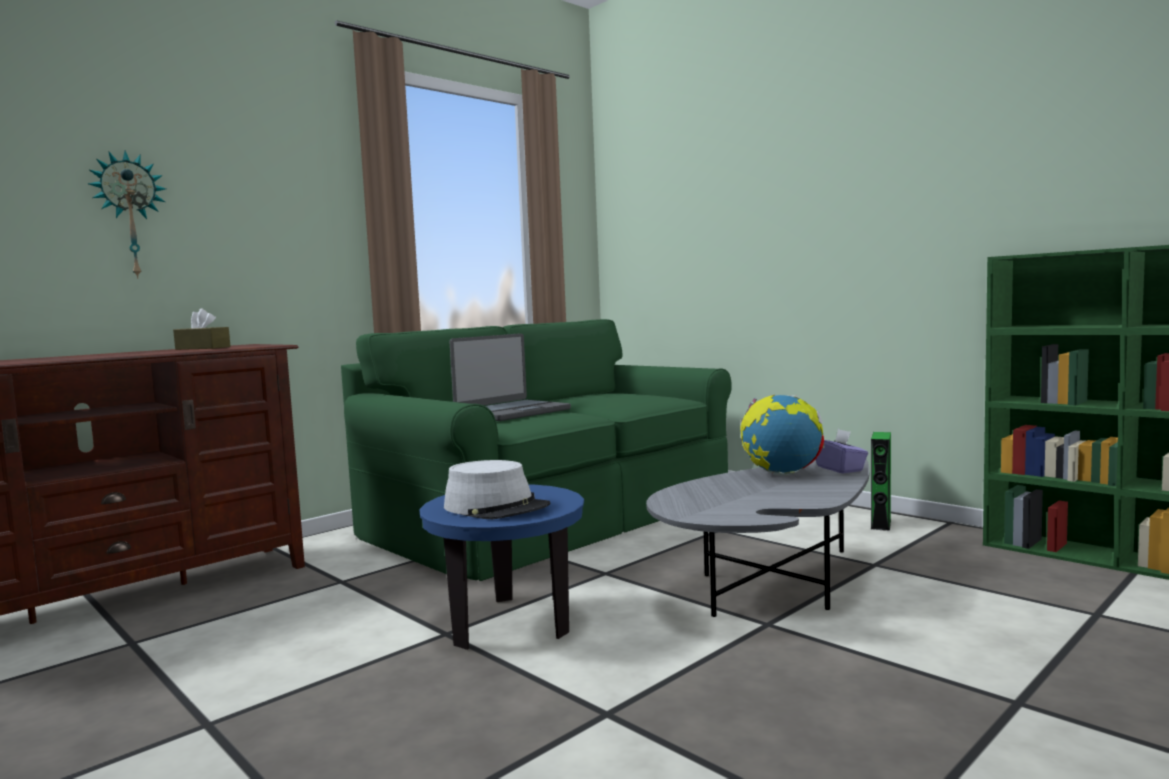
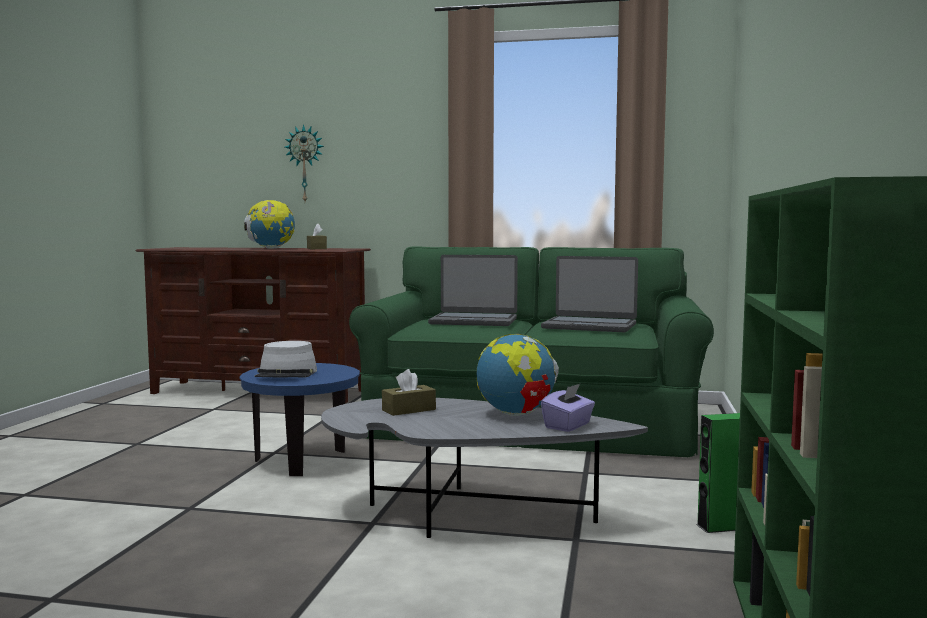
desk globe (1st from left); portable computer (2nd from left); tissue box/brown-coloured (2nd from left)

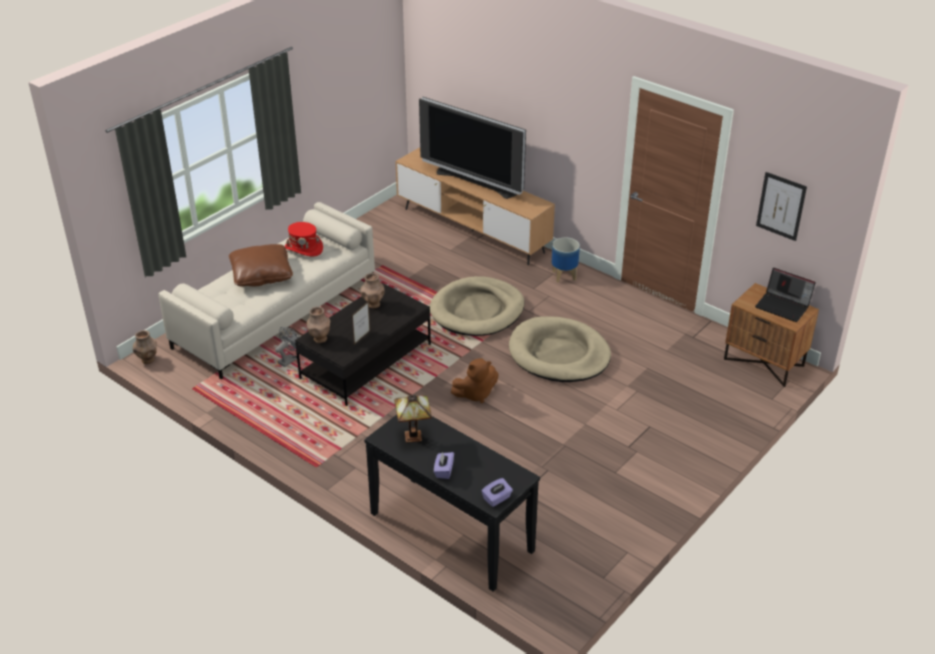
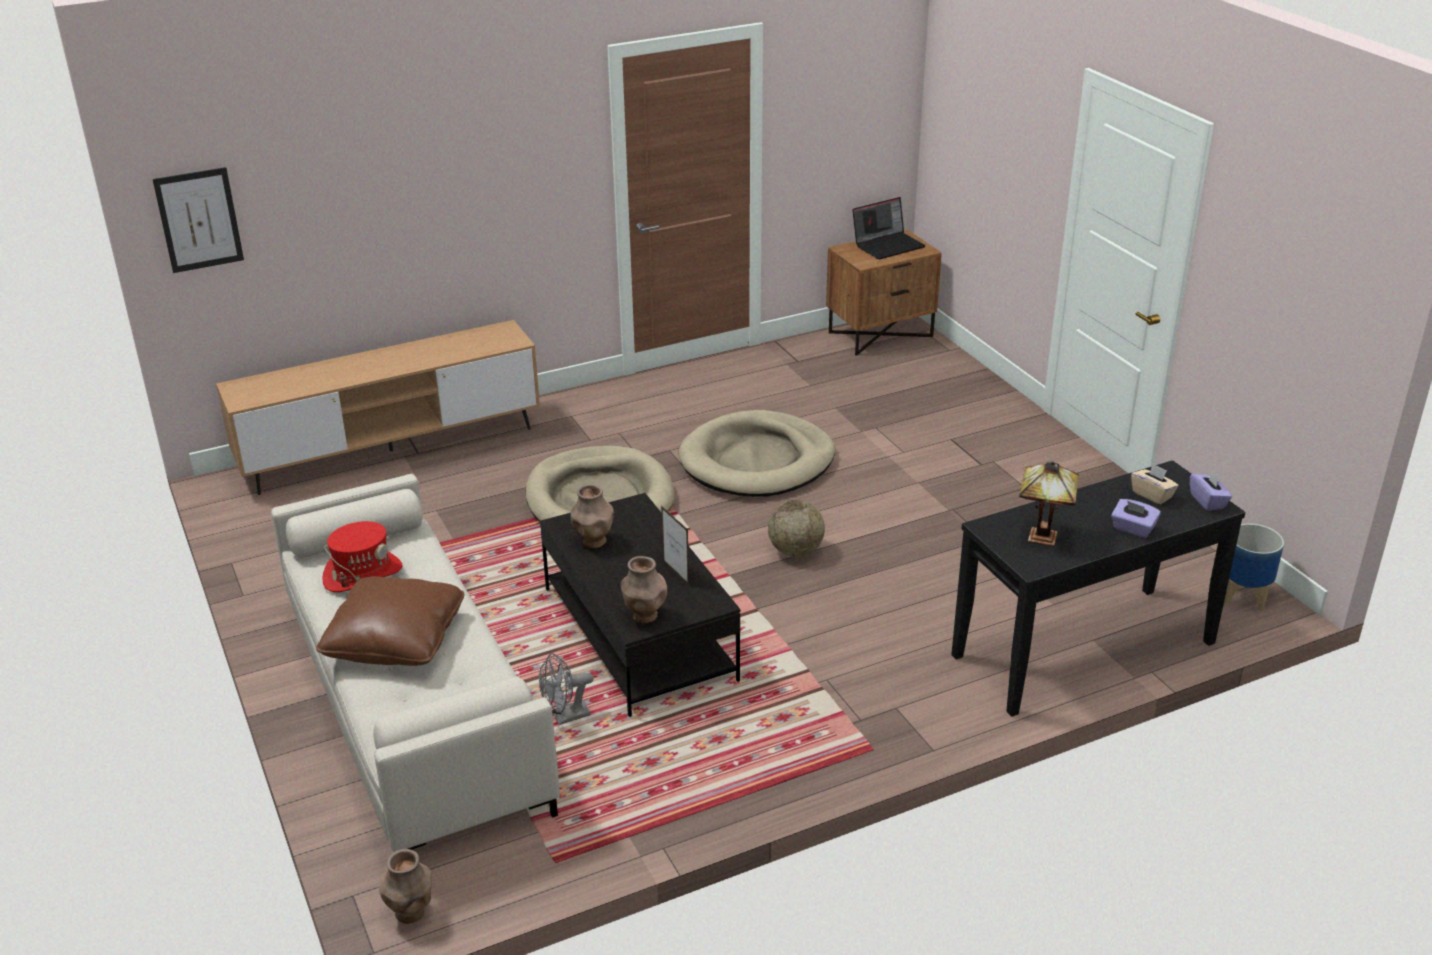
television; picture; flower pot; electric fan/greyish; desk globe; tissue box/beige-coloured

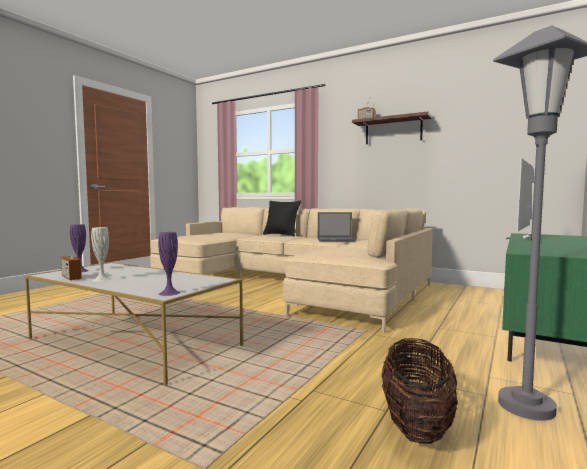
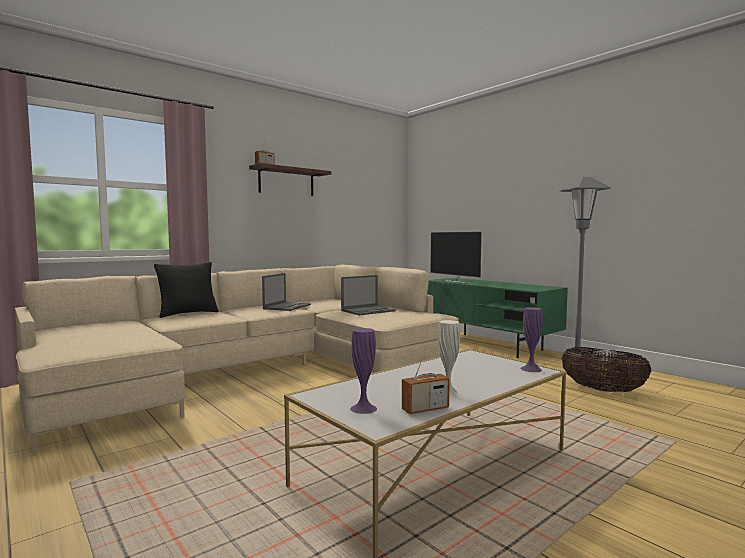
portable computer (2nd from left)

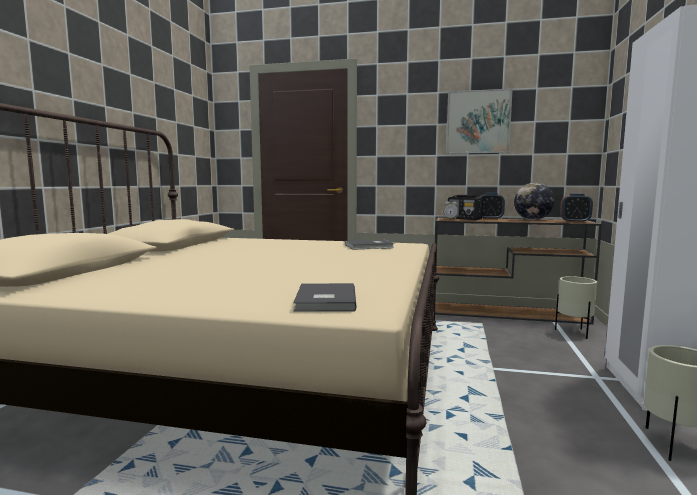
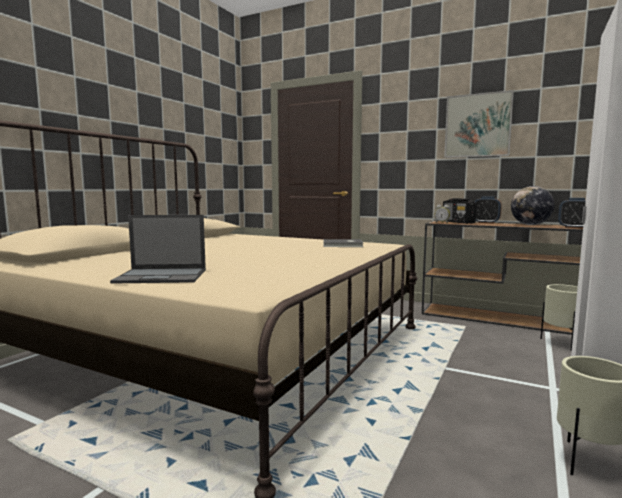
book/greyish (1st from left in the first image); portable computer

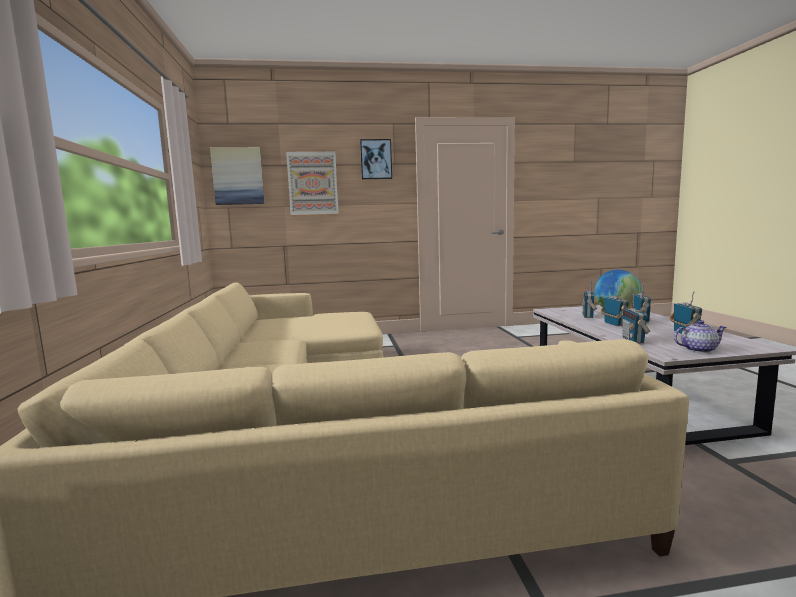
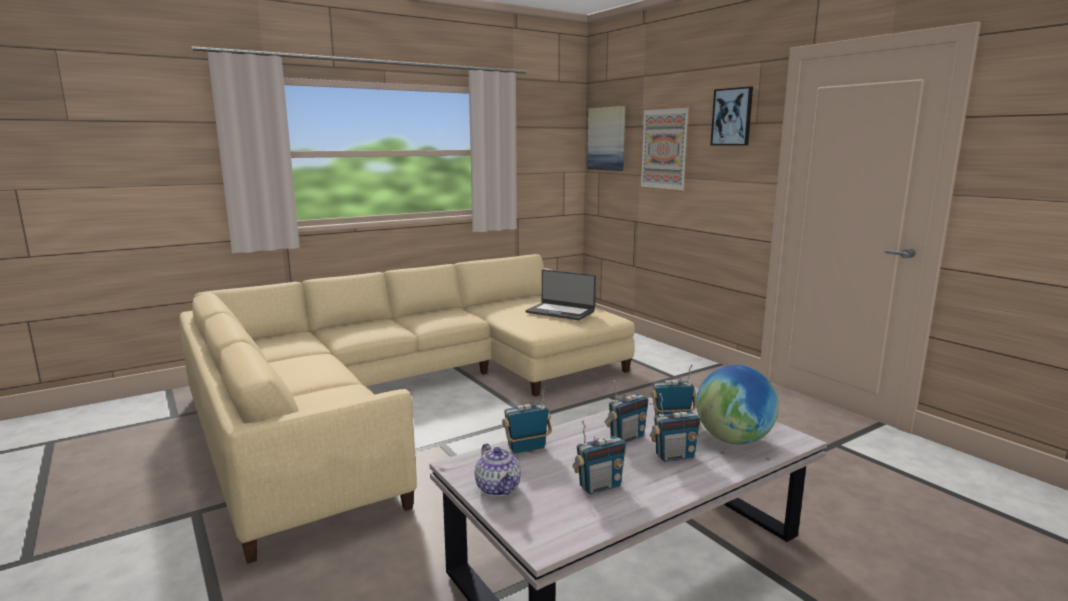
portable computer

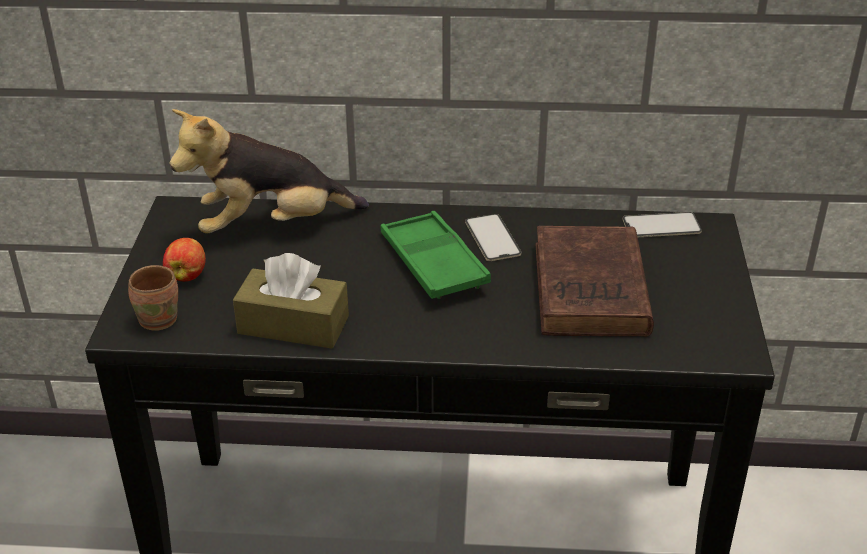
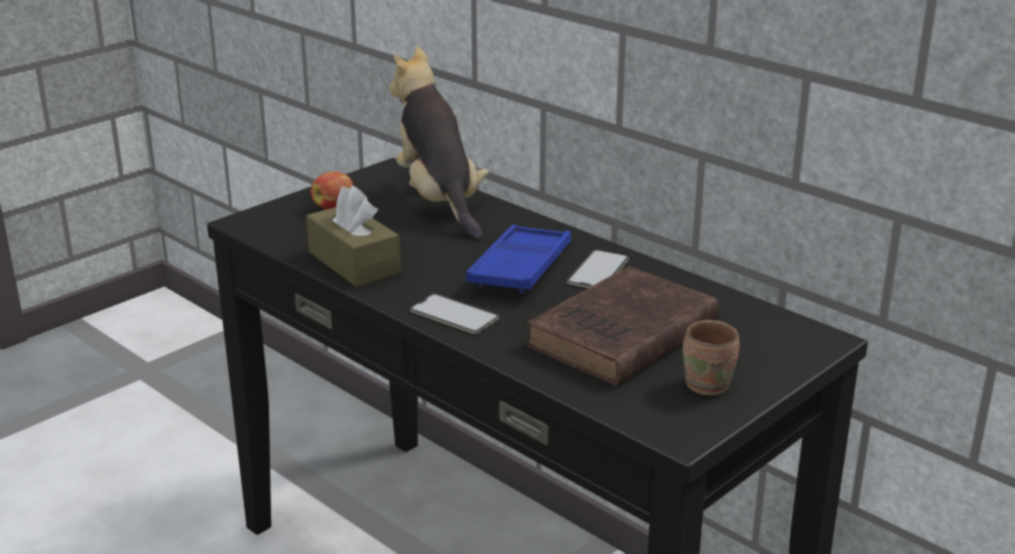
soft toy; carrying tray/blue; handset (1st from left); coffee mug/brown-coloured

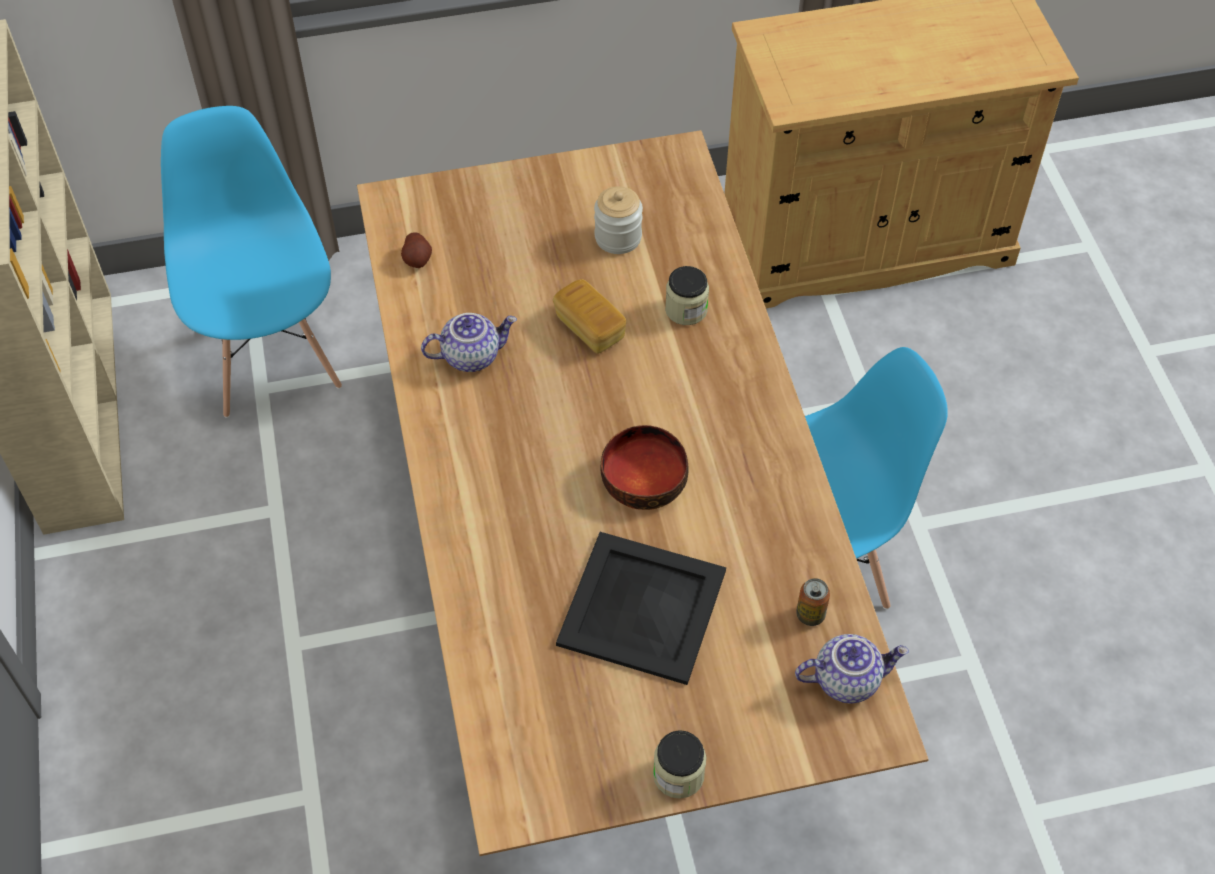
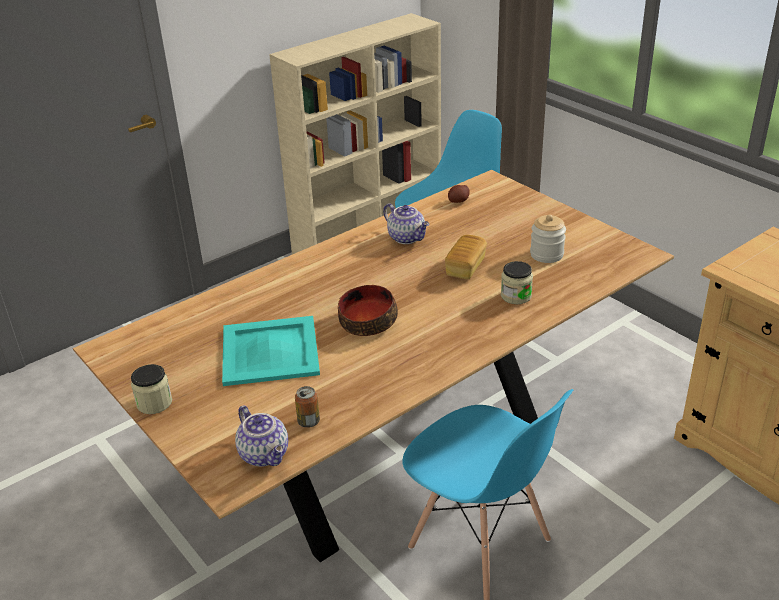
carrying tray/blue-green

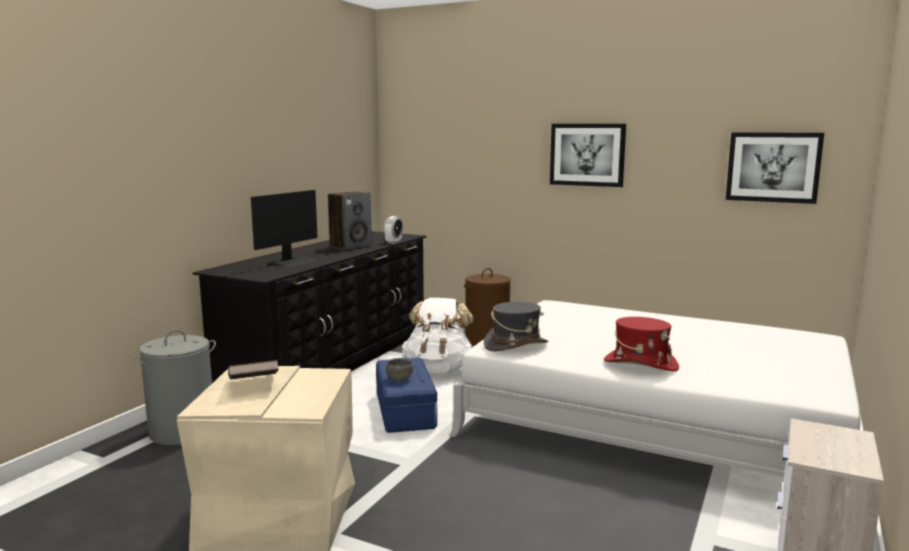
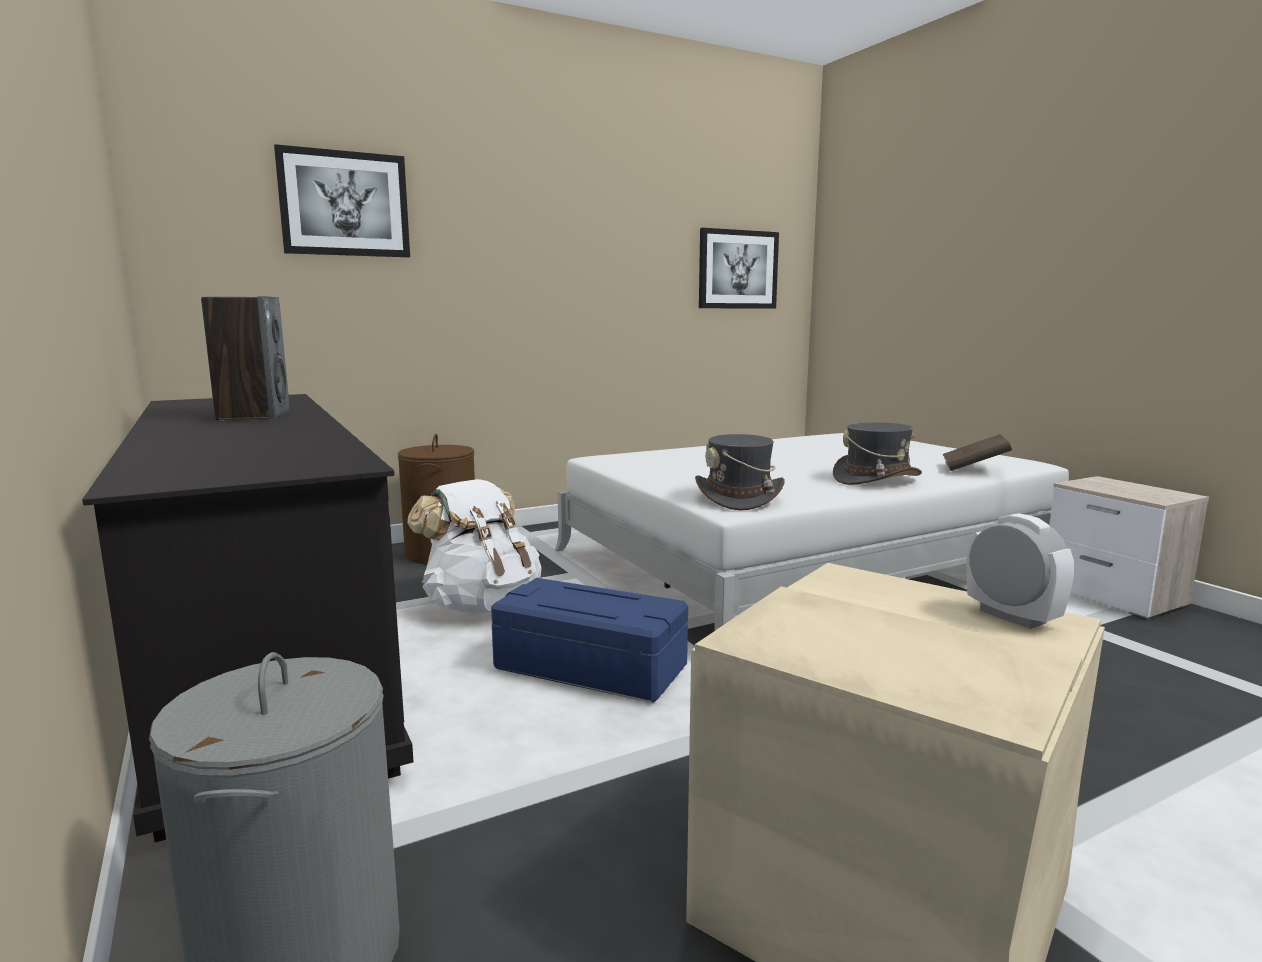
picture (1st from left); computer display; alarm clock; hat/greyish (2nd from left); serving bowl/greyish; book/brown-coloured

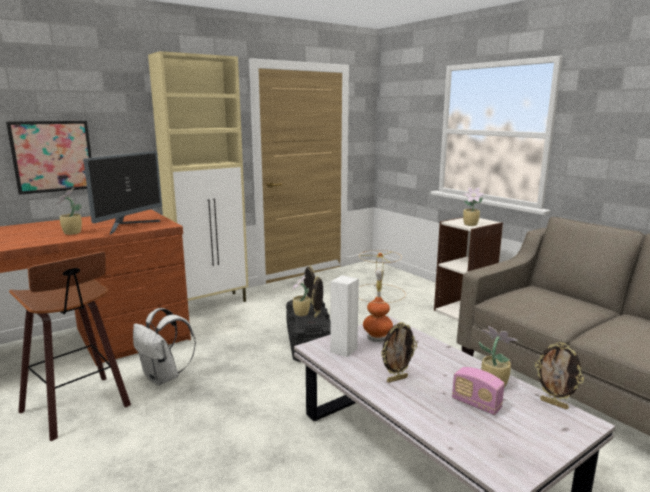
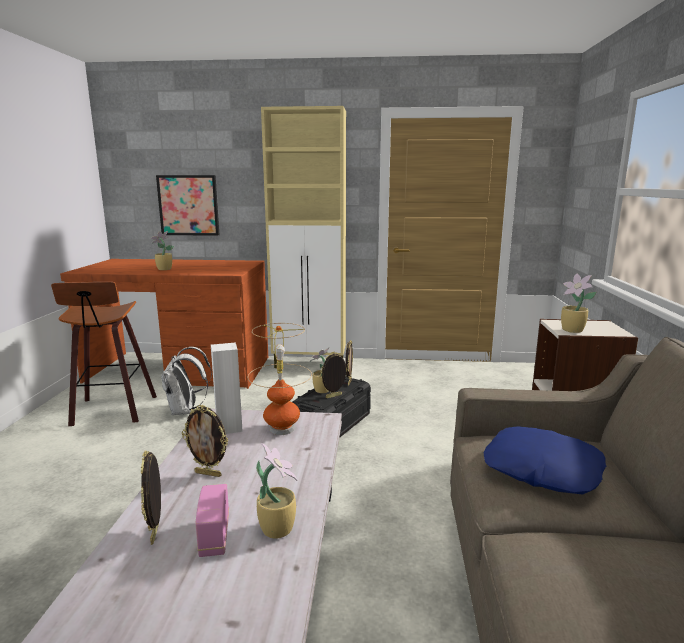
computer display; picture frame (1st from left); pillow/blue

